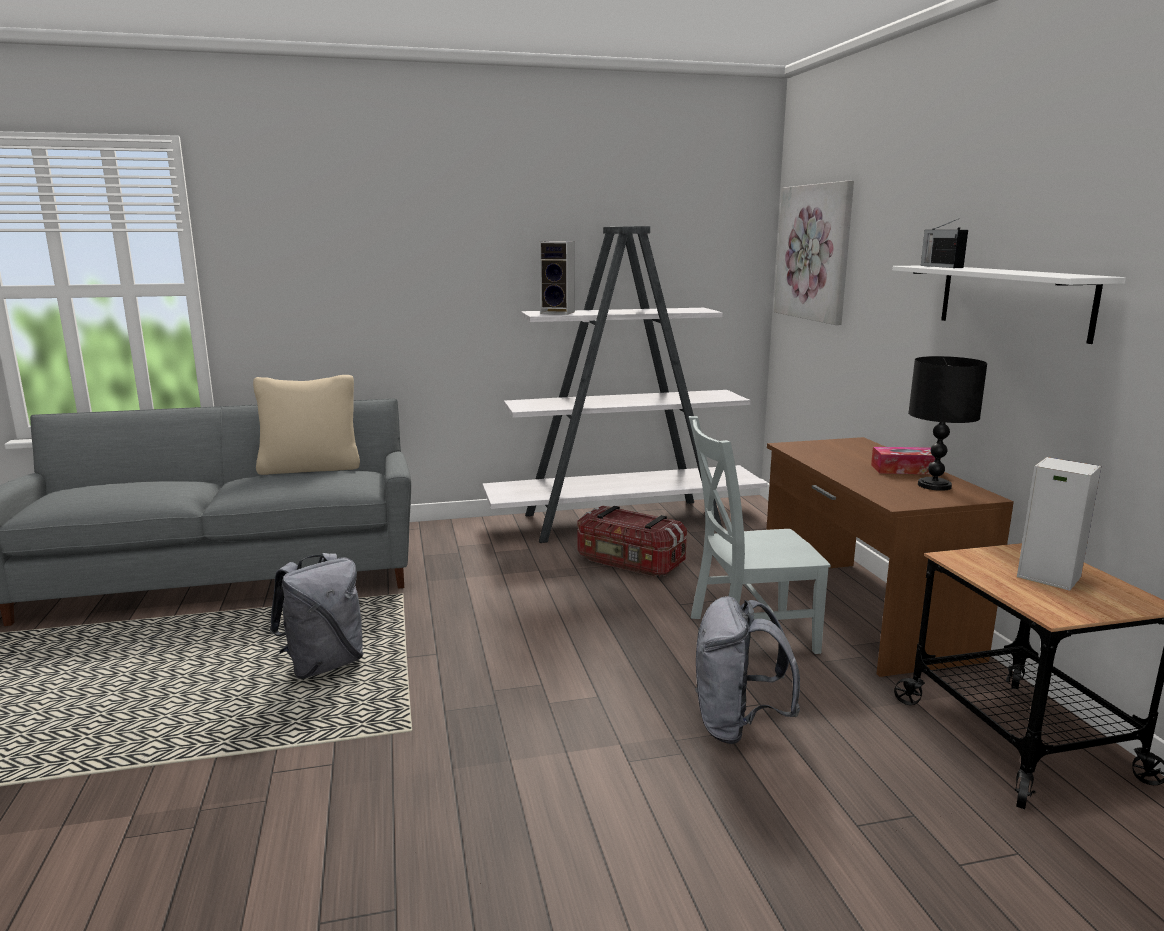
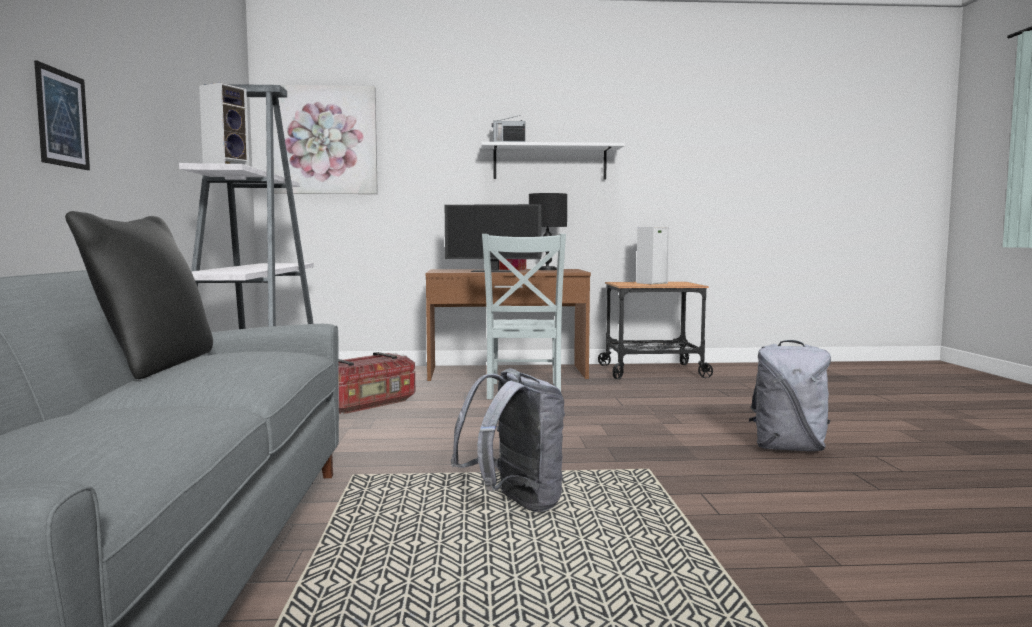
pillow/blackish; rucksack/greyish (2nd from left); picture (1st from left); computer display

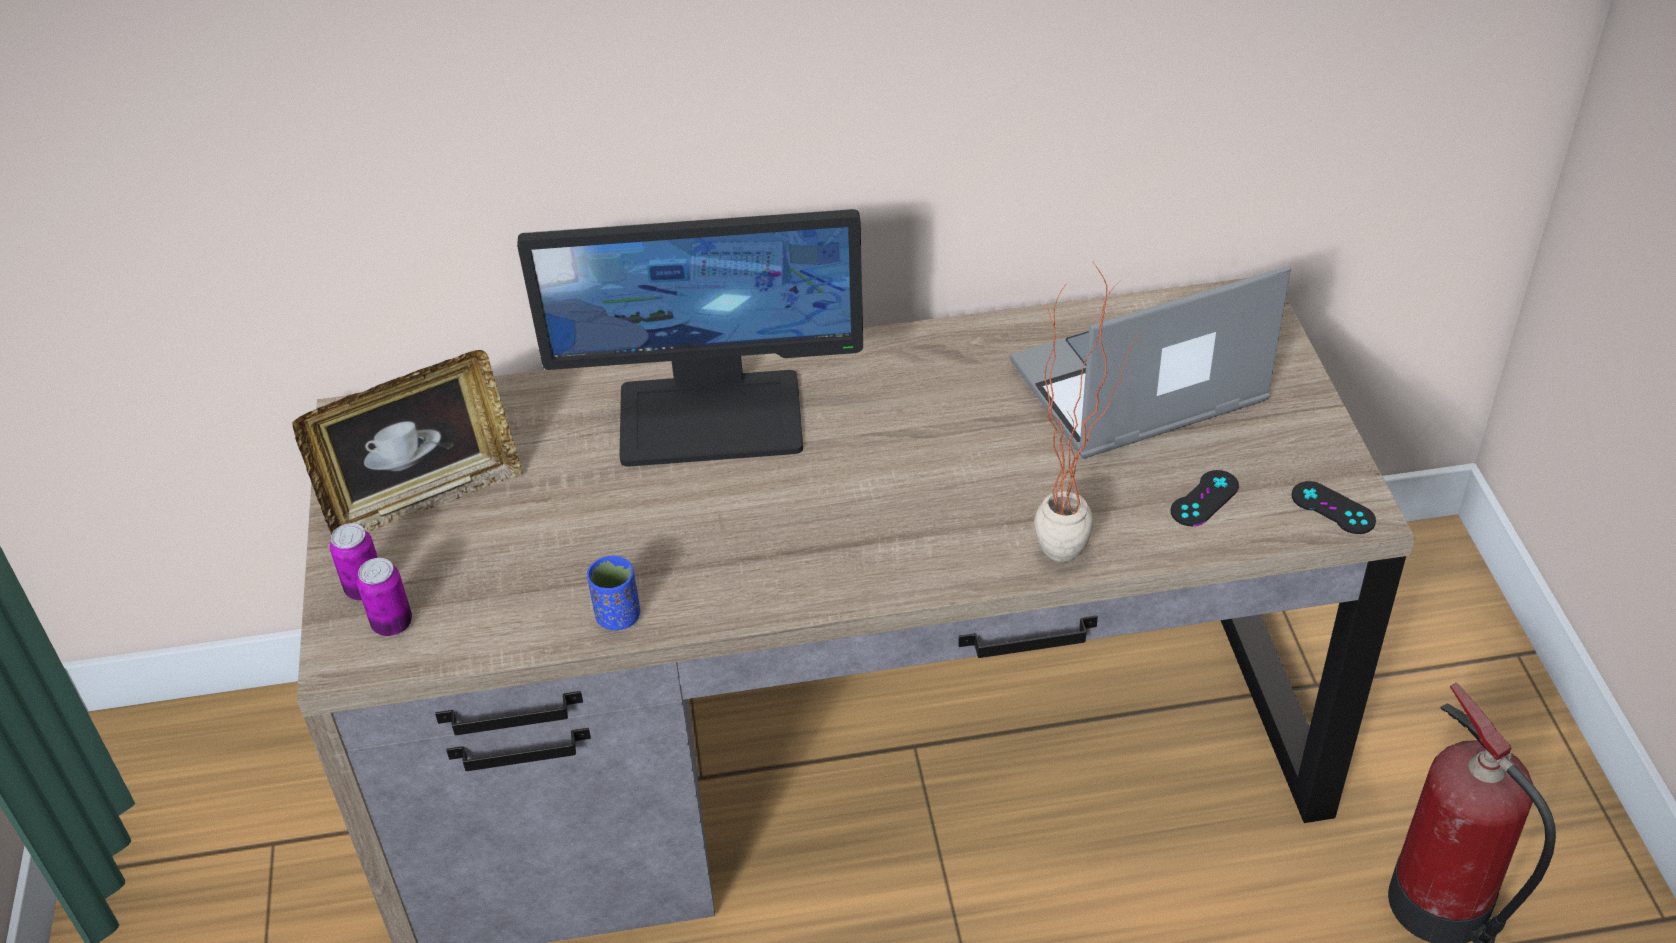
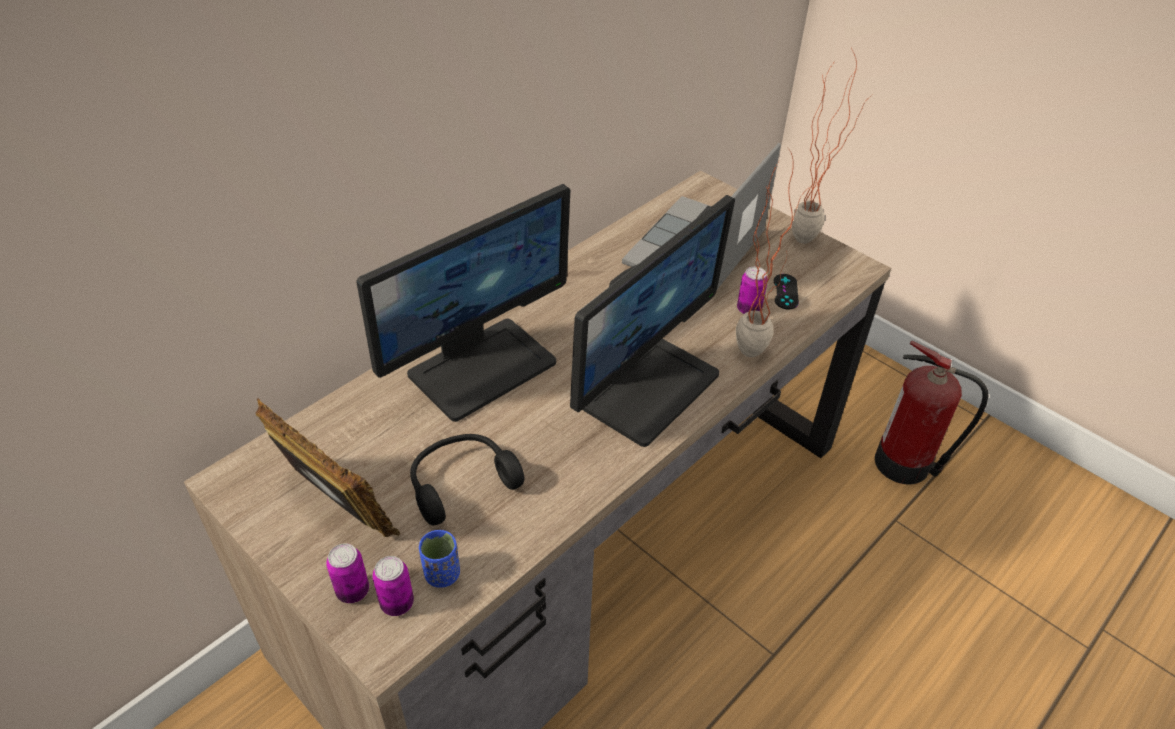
picture frame; joypad/blackish (2nd from left in the first image); cup/blue; potted plant (2nd from left); computer display (2nd from left); sealed can (3rd from left); pair of headphones/blackish

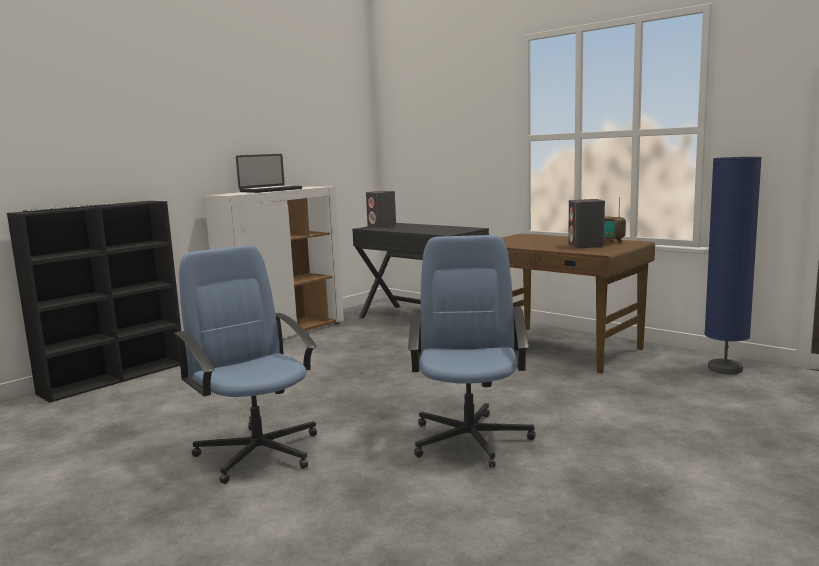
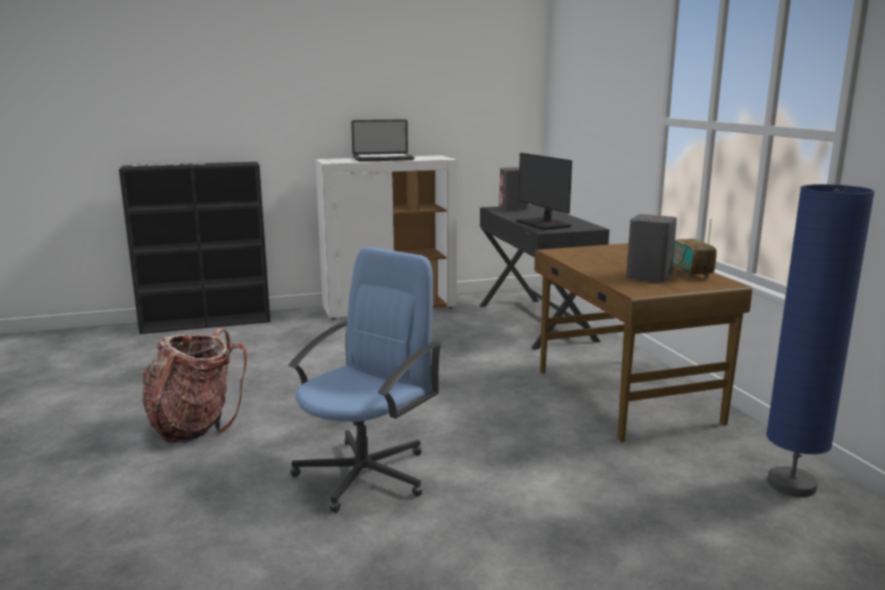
rucksack; computer display

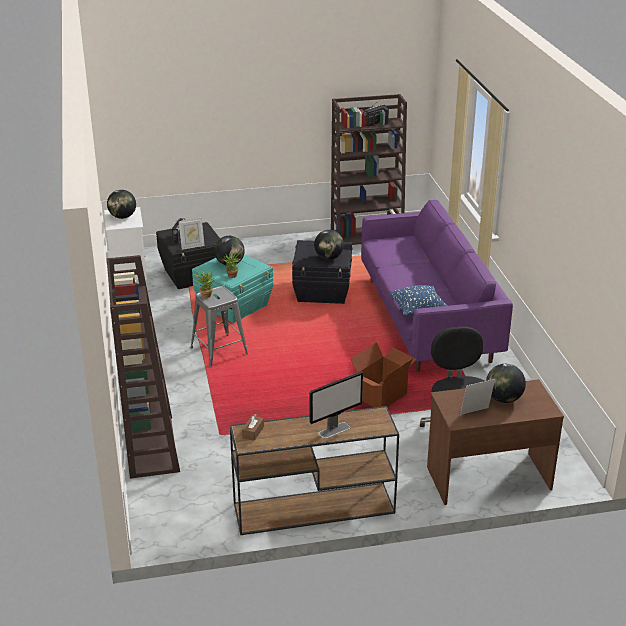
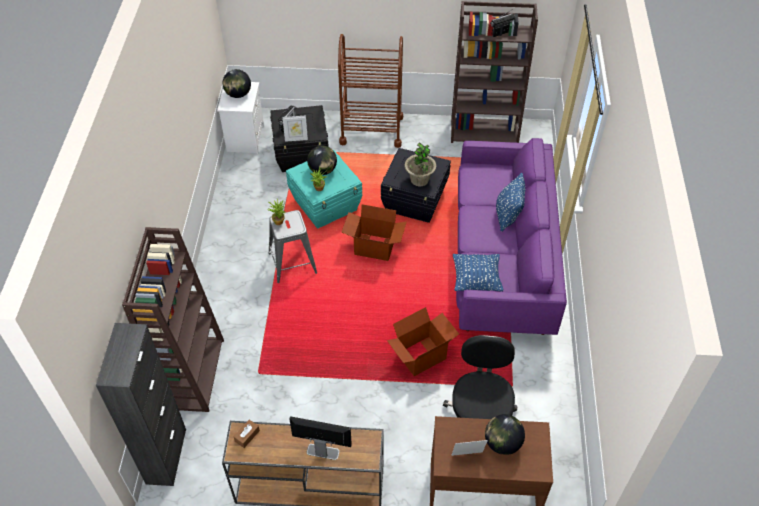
potted plant (3rd from left); computer display; cart/brown-coloured; pillow/blue (2nd from left); carton (1st from left); cabinet/blackish

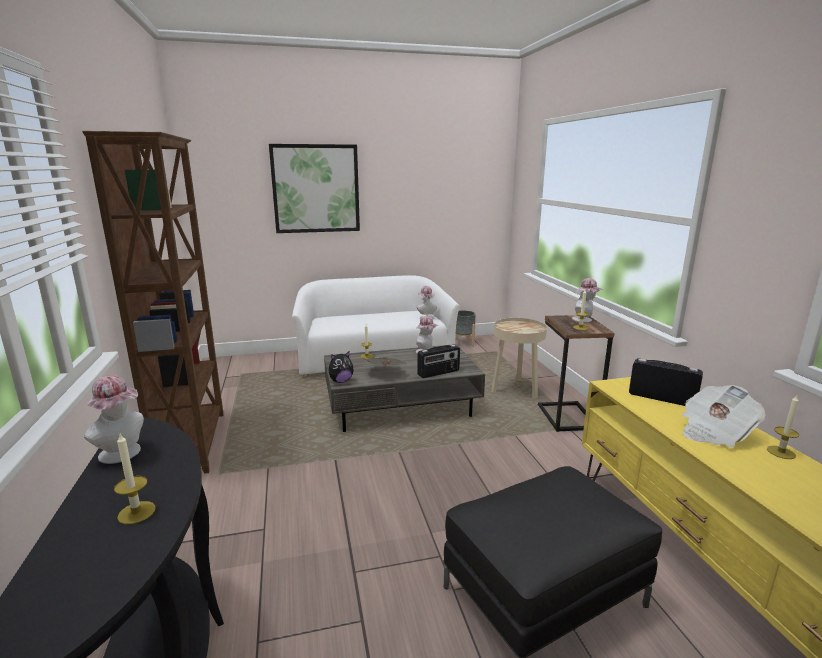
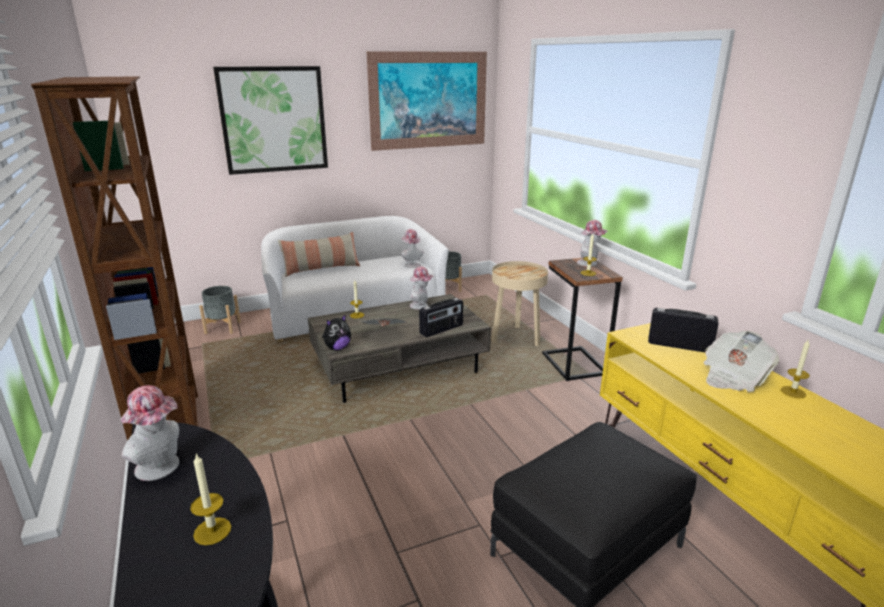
picture (2nd from left); pillow; flower pot/greyish (1st from left)

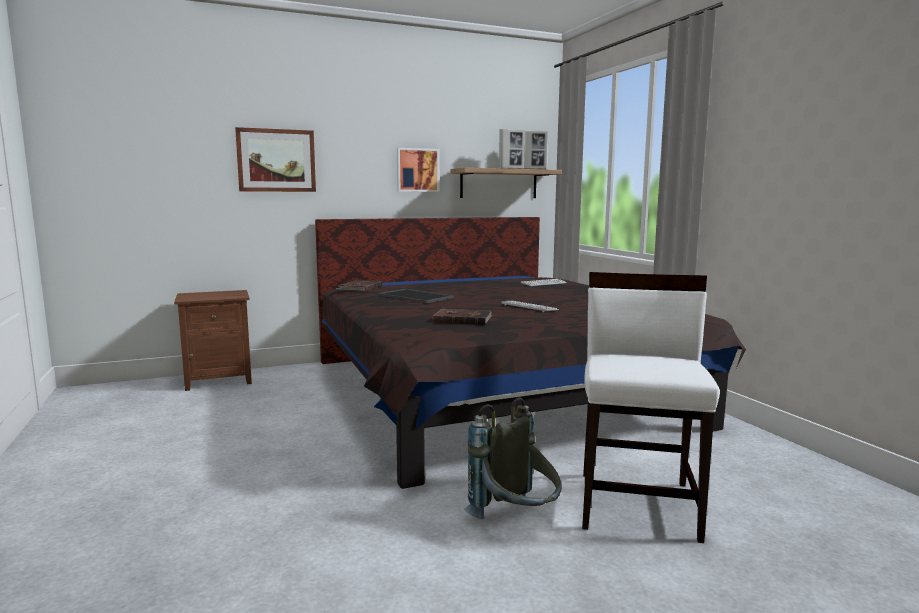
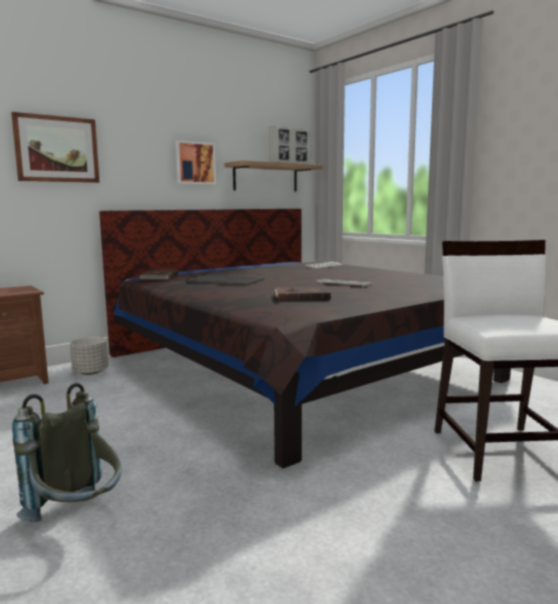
rucksack/greyish; flower pot/greyish

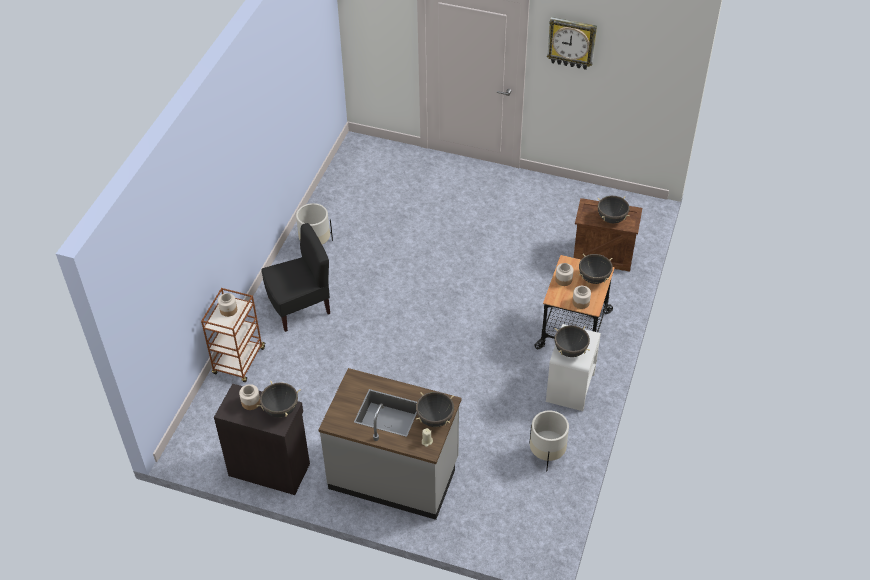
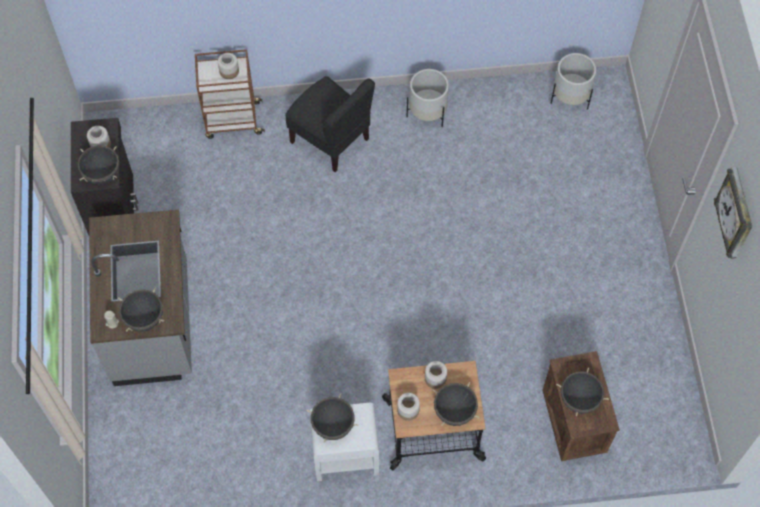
flower pot/white-coloured (2nd from left)

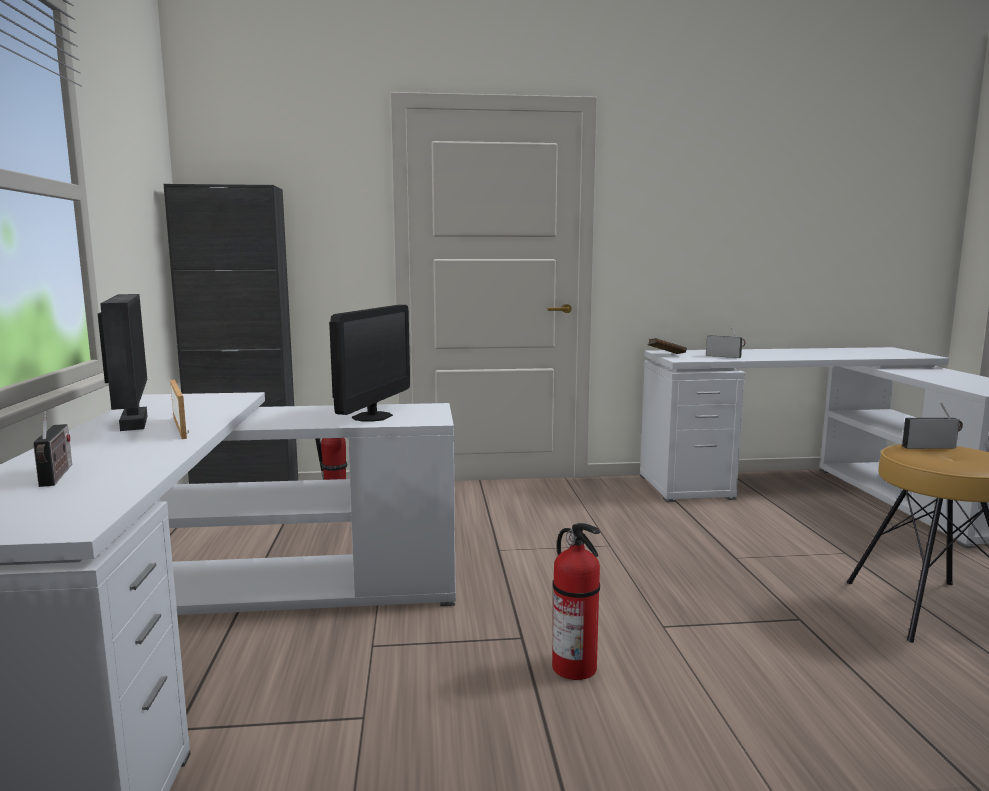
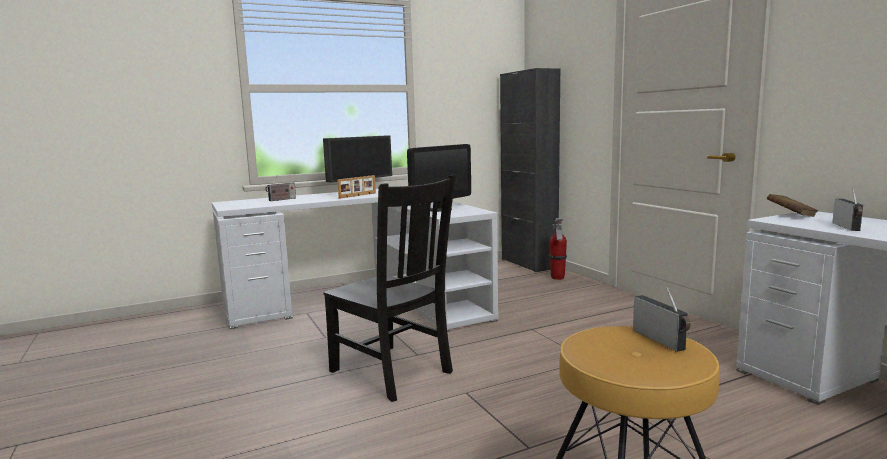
computer display (2nd from left); upright chair/blackish

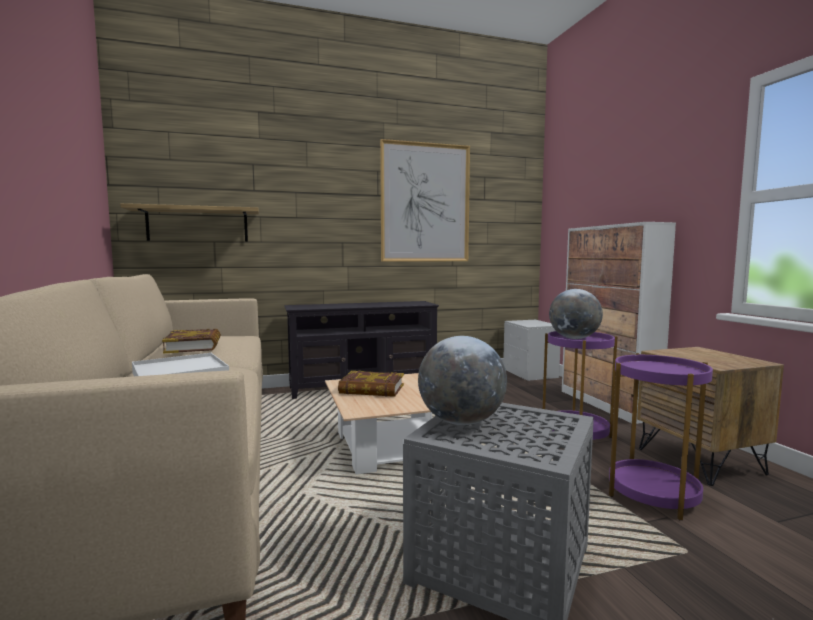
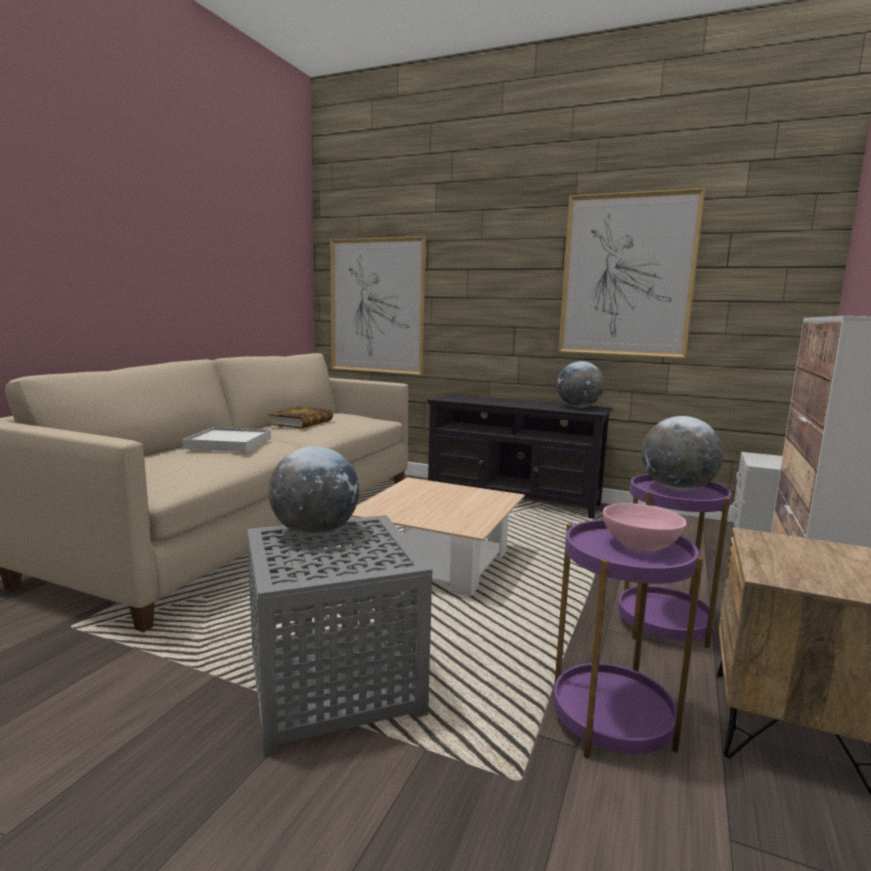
picture (1st from left); book (2nd from left in the first image); desk globe (2nd from left); serving bowl/pink-coloured

